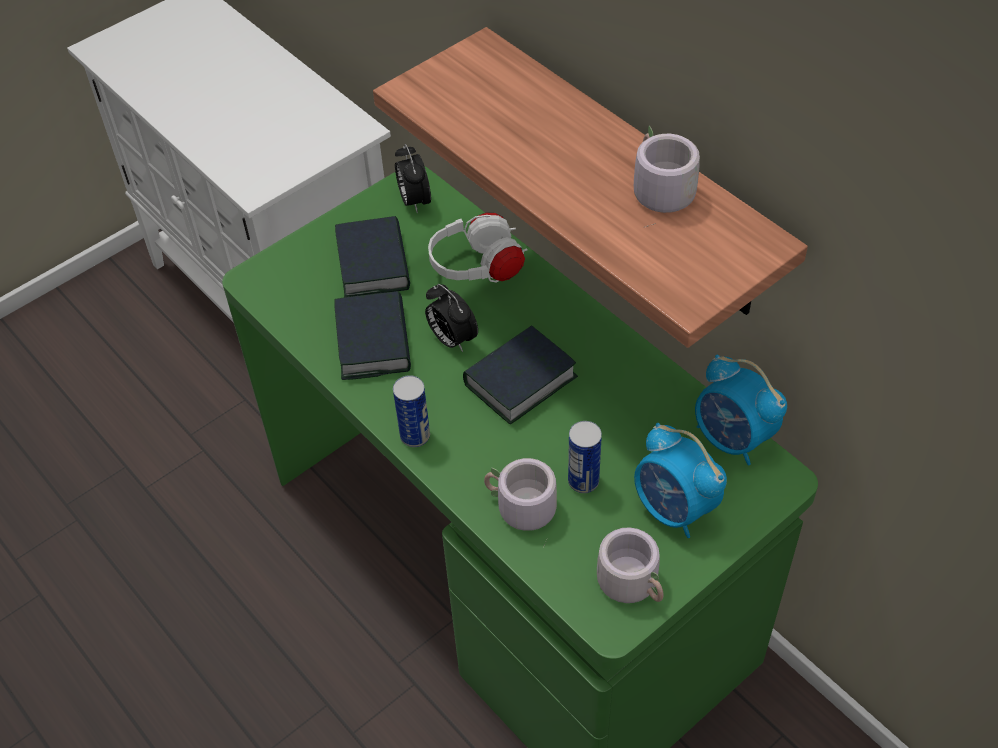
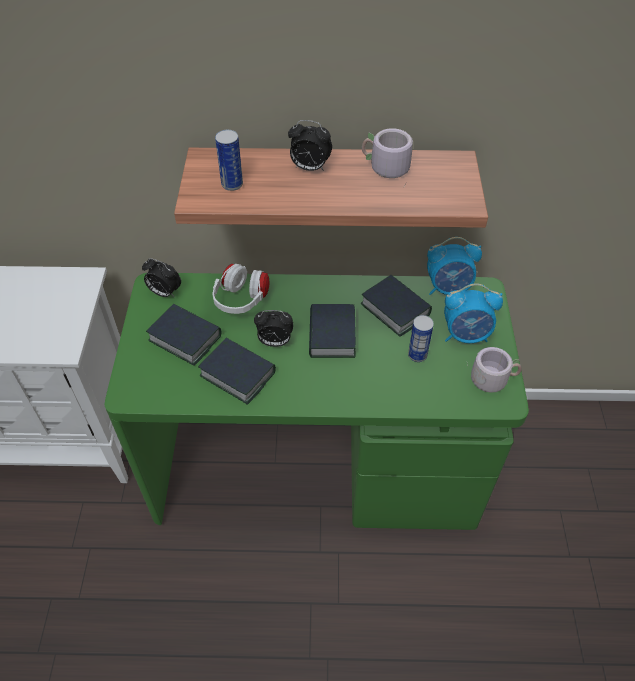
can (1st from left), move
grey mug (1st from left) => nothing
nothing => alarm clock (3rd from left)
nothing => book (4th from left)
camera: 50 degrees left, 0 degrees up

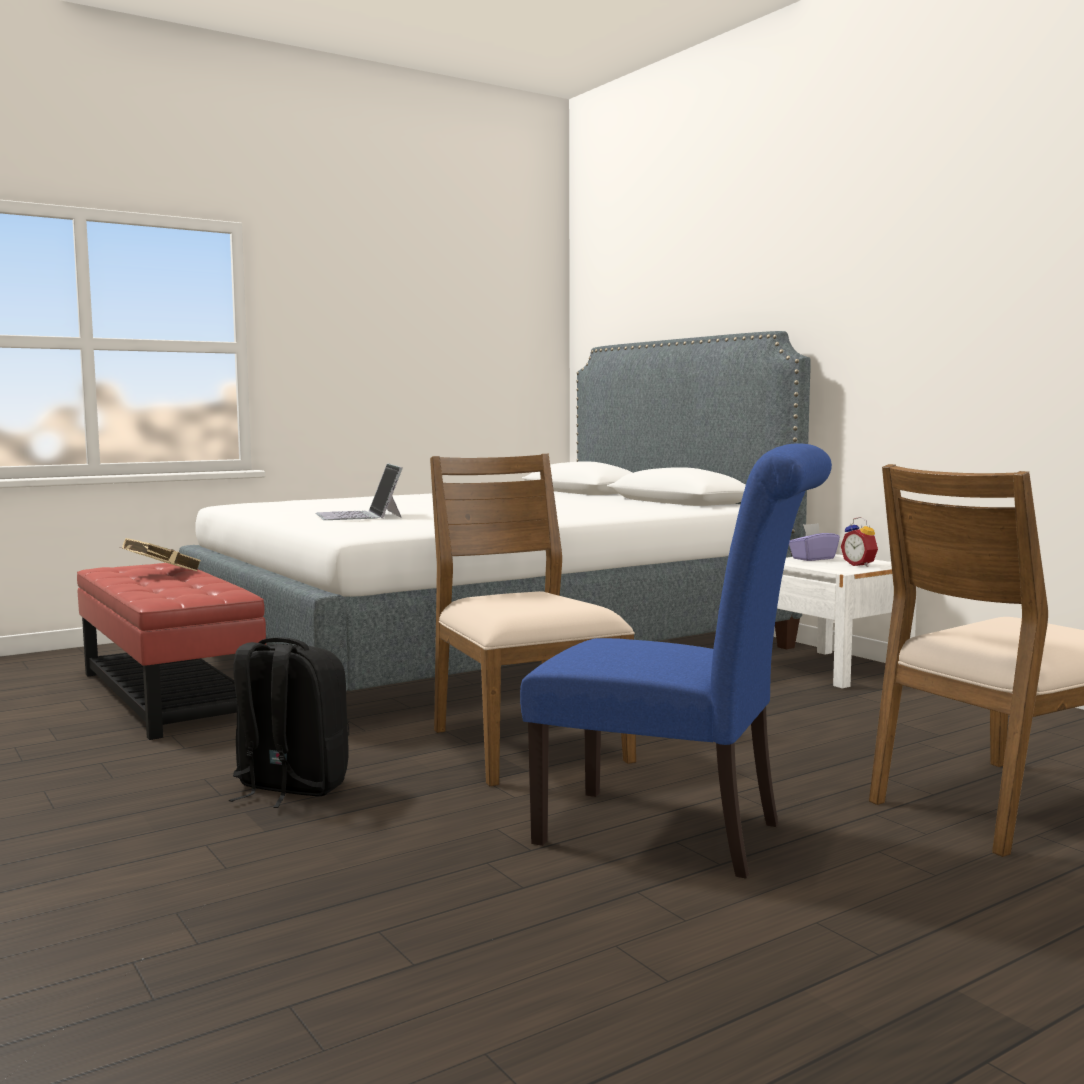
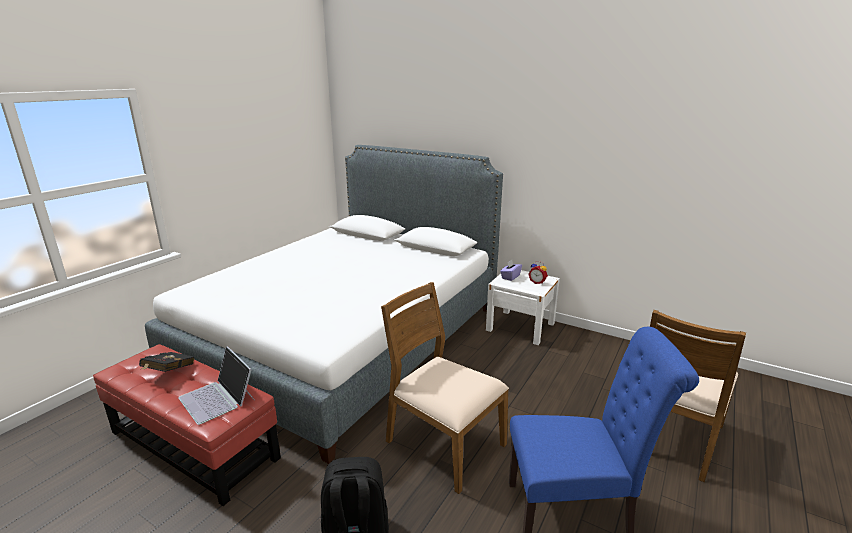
laptop, move
beige book => black book
camera: 25 degrees left, 15 degrees up

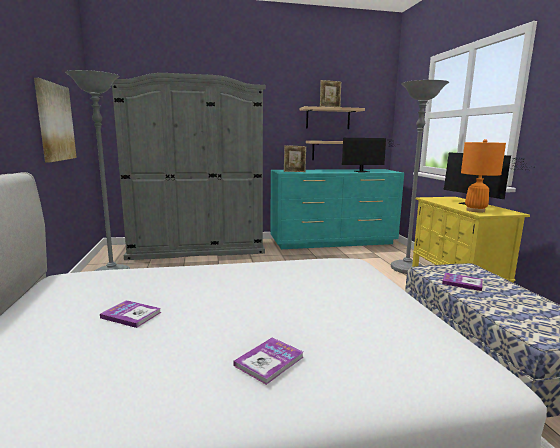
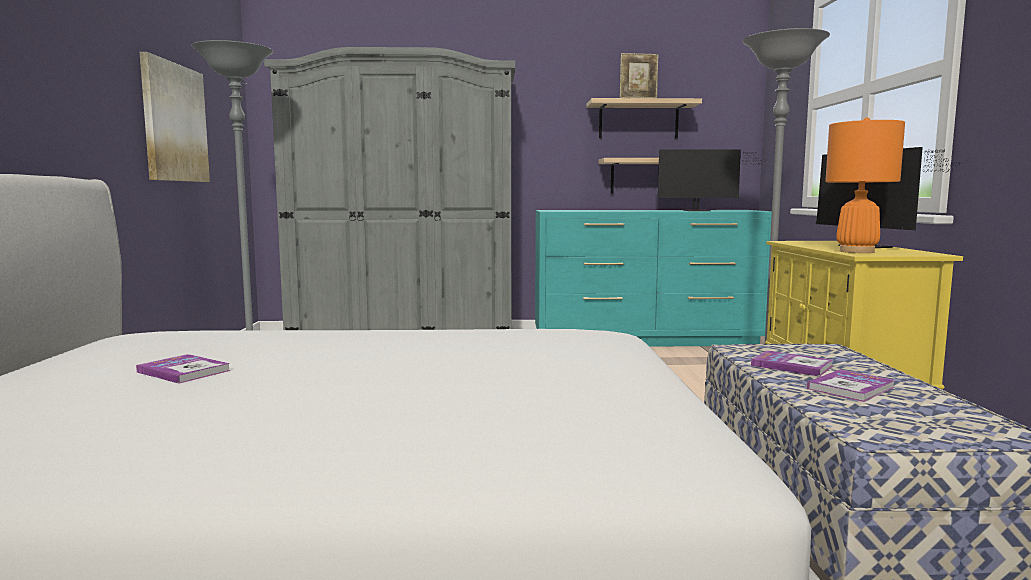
picture frame (1st from left) => nothing
book (2nd from left in the first image) => book (3rd from left), move
camera: 10 degrees right, 5 degrees down

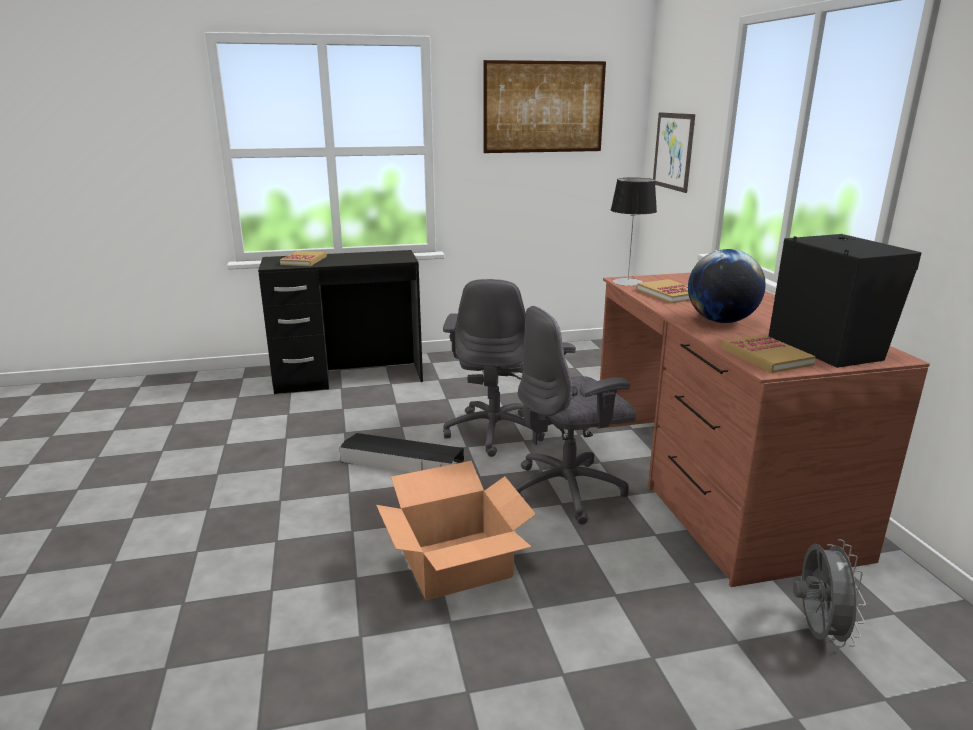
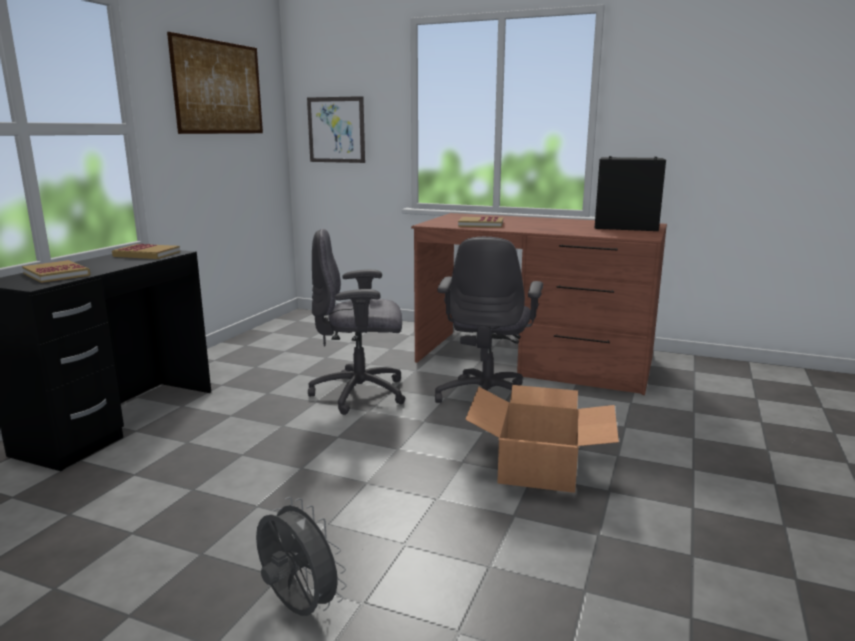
table lamp => nothing
globe => nothing
grey office chair (1st from left), 135 degrees clockwise
book (3rd from left in the first image) => book (2nd from left), move
black storage box => nothing
grey fan, move
camera: 55 degrees left, 5 degrees down

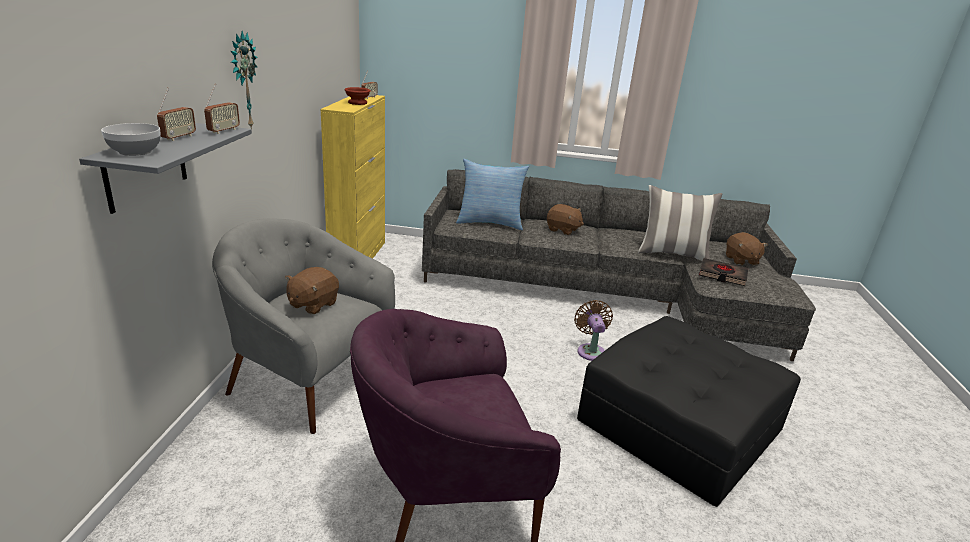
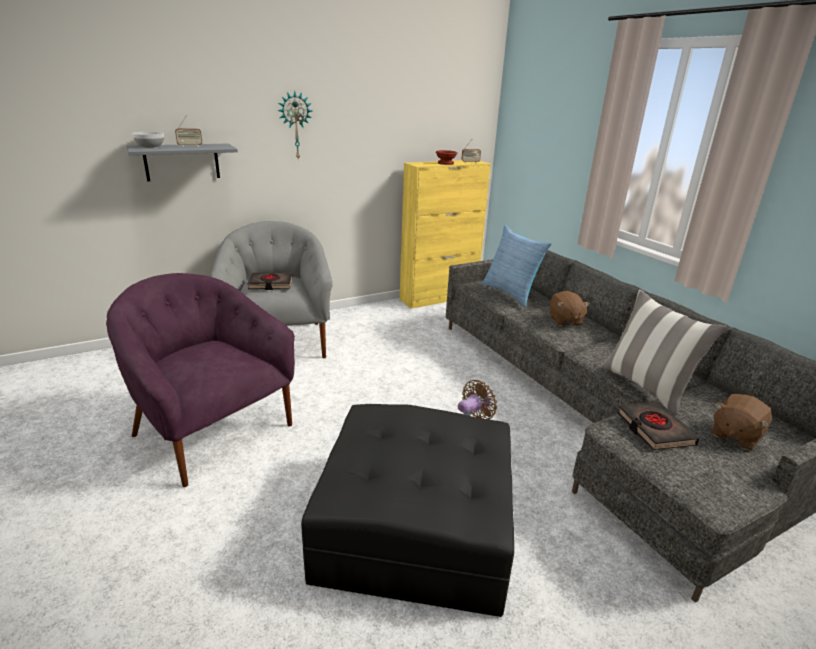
radio (2nd from left) => nothing
brown plush toy (1st from left) => black book (1st from left)
camera: 55 degrees right, 0 degrees up

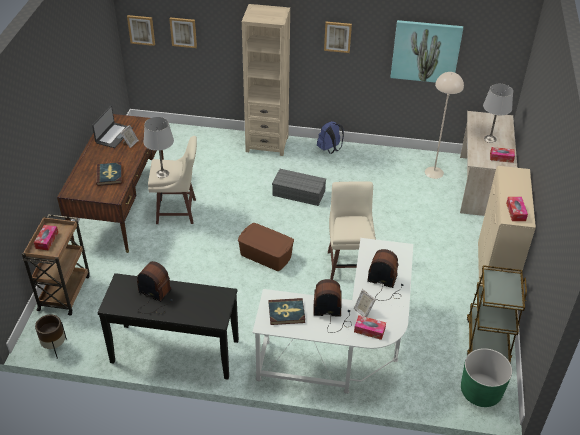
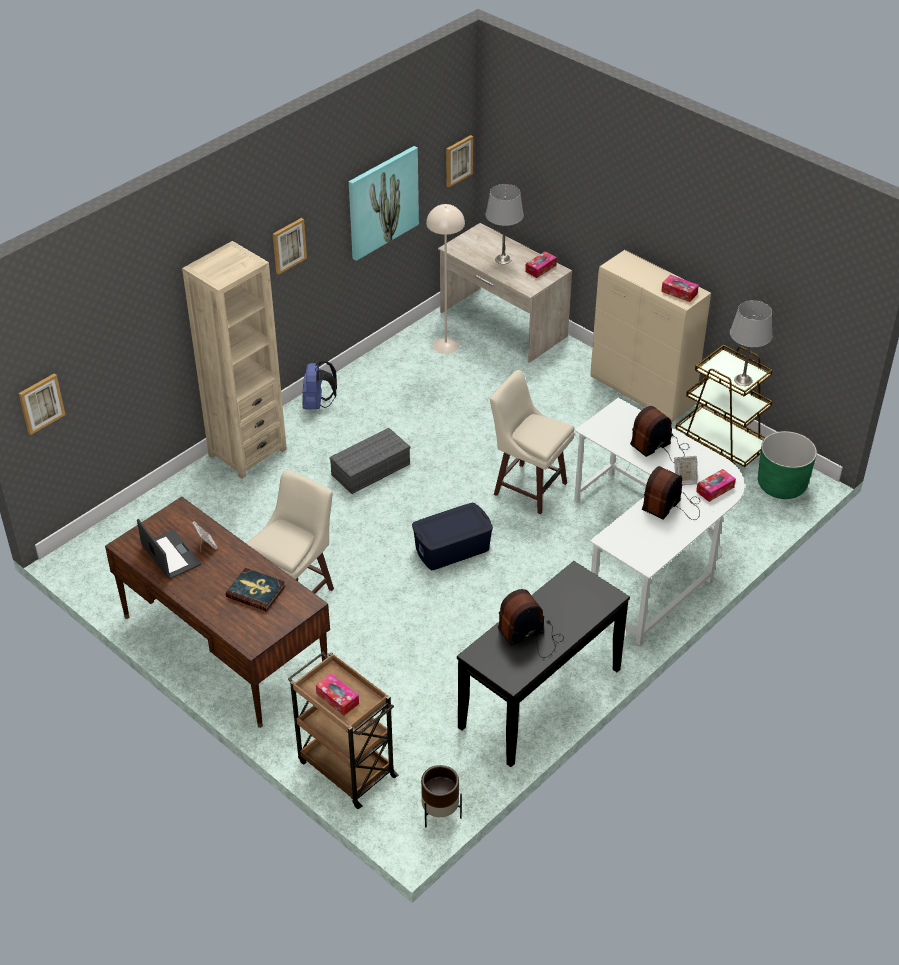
picture (2nd from left in the first image) => picture (4th from left), move
grey table lamp (1st from left in the first image) => grey table lamp (2nd from left), move
brown storage box => blue storage box
book (2nd from left) => nothing
camera: 55 degrees left, 0 degrees up

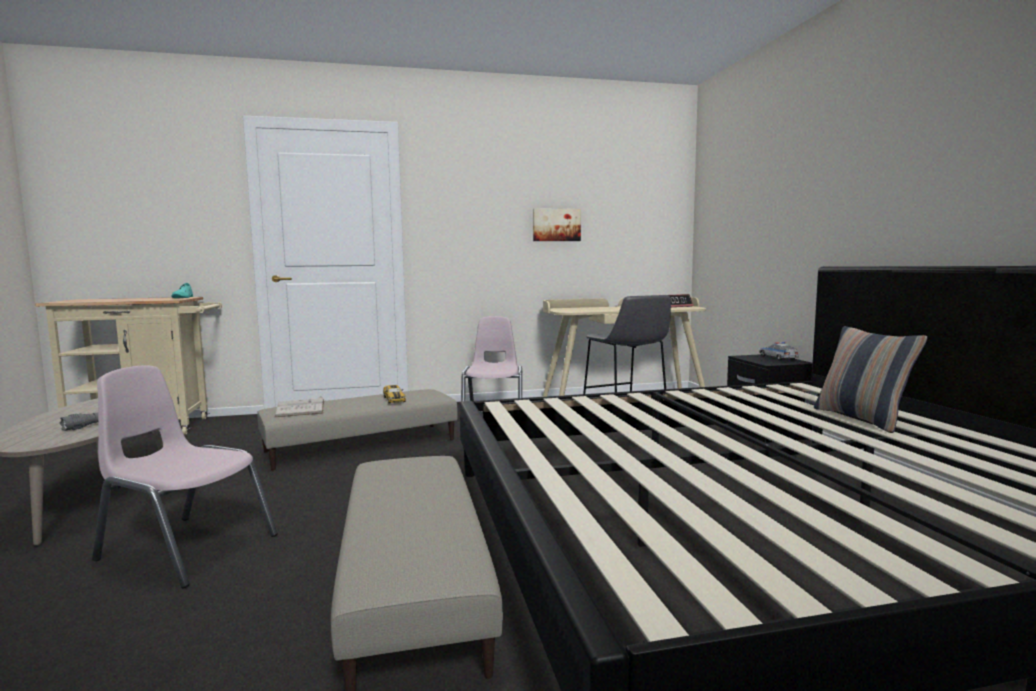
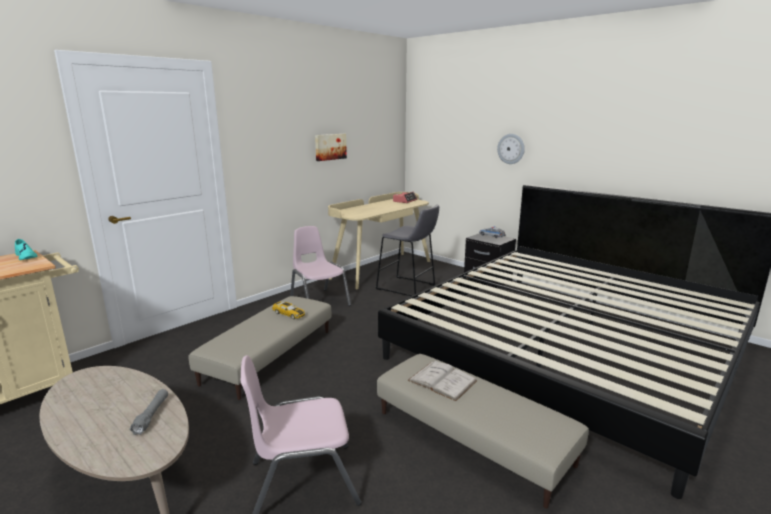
pillow => nothing
white book, move
nothing => wall clock
camera: 35 degrees left, 10 degrees up

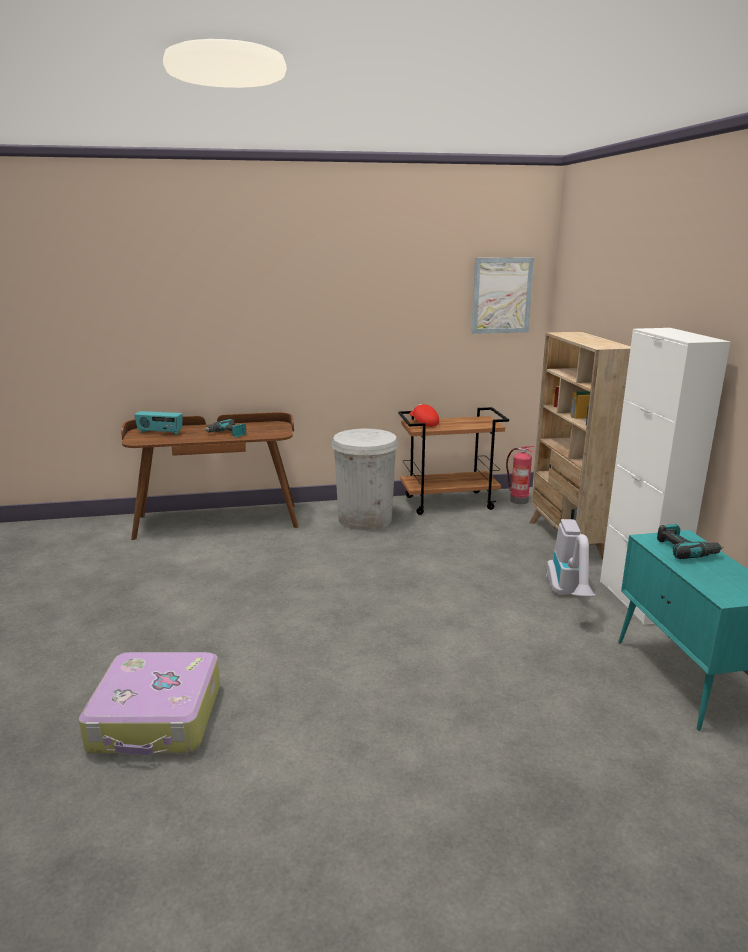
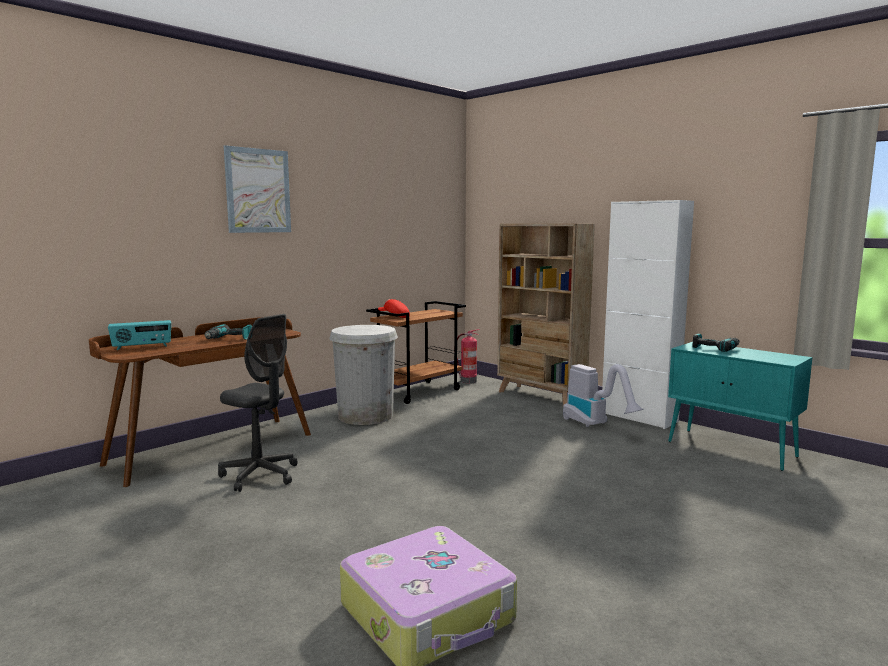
picture, move
nothing => grey office chair
camera: 35 degrees left, 10 degrees down

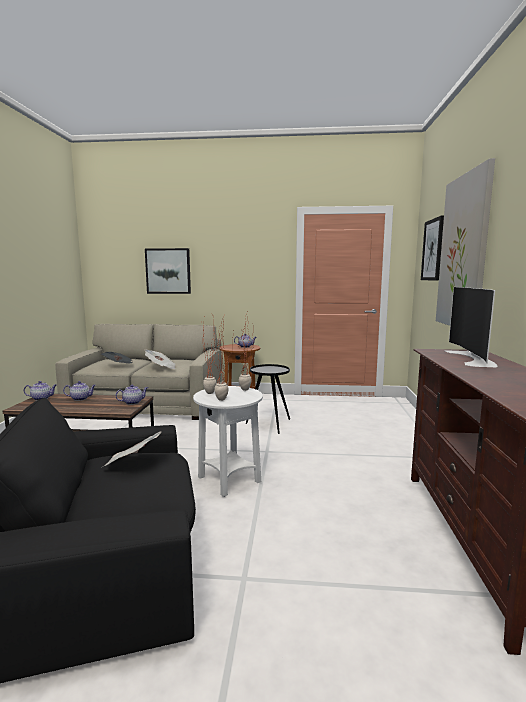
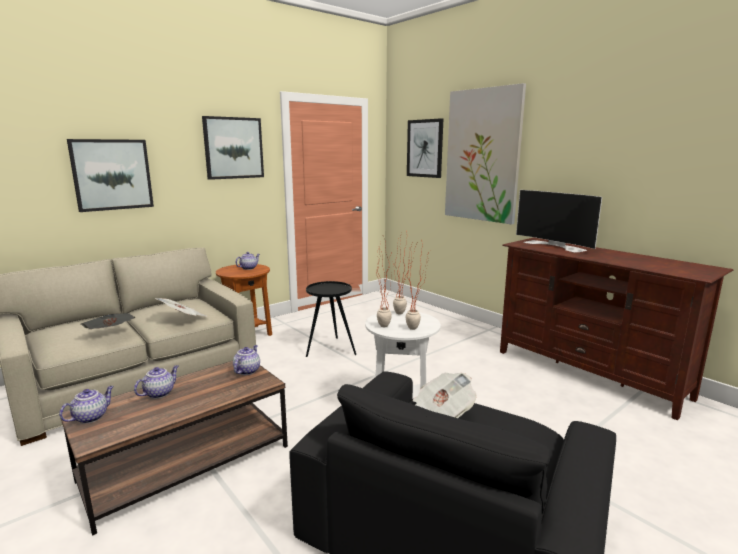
nothing => picture (2nd from left)
camera: 45 degrees left, 5 degrees up

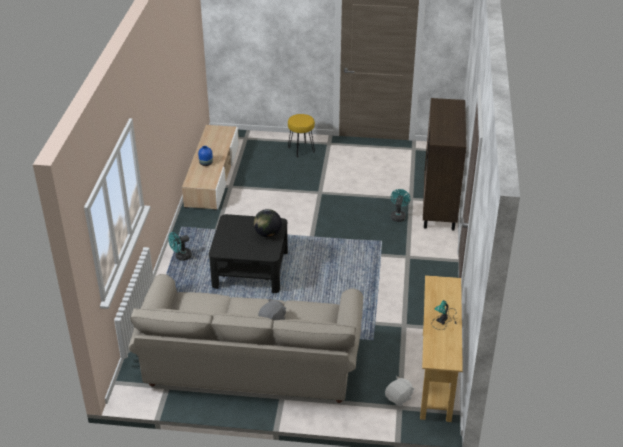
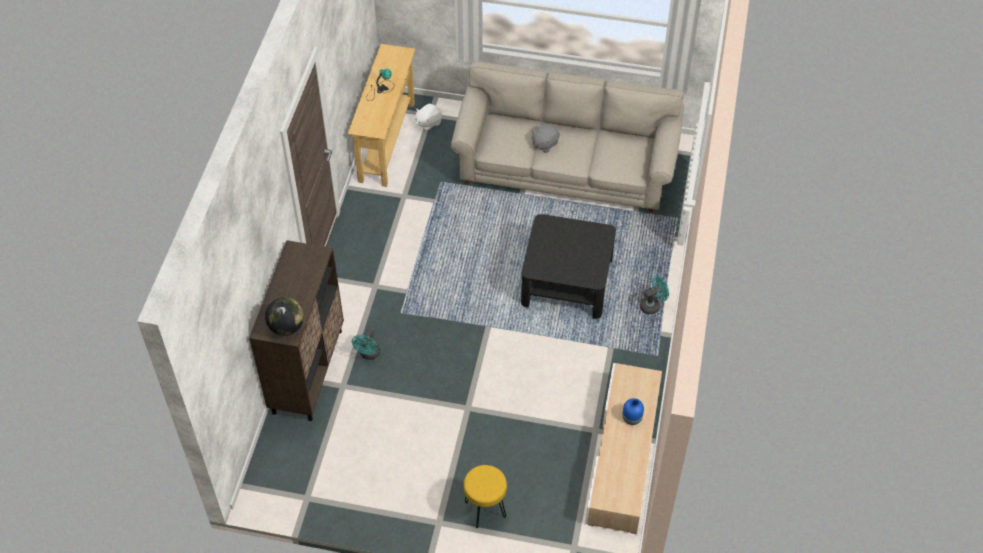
globe, move
camera: 175 degrees left, 15 degrees up

